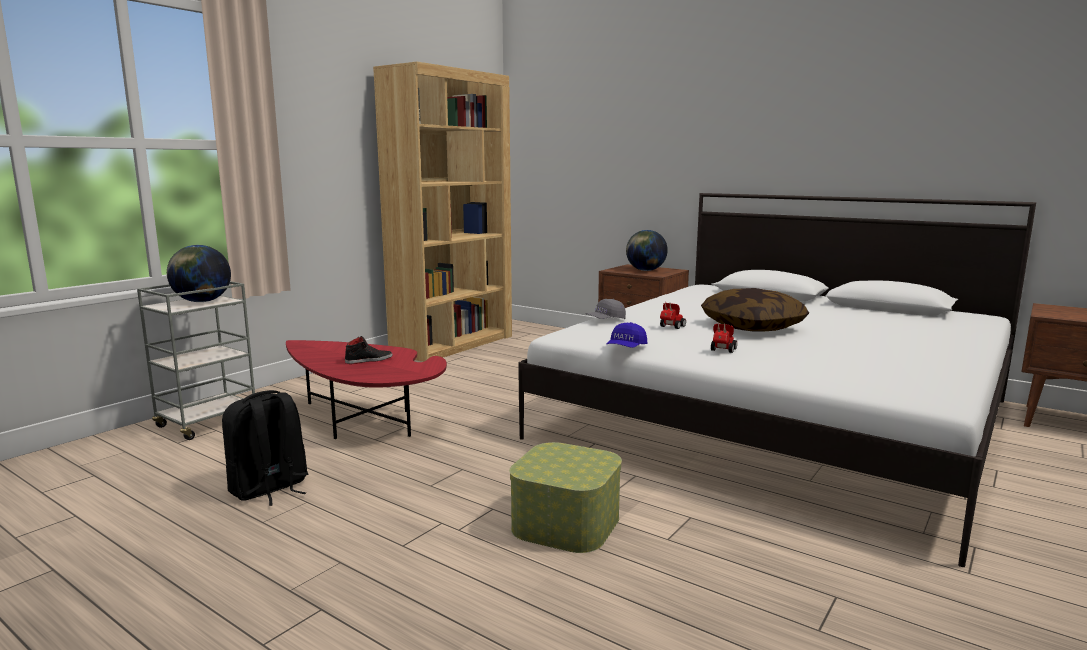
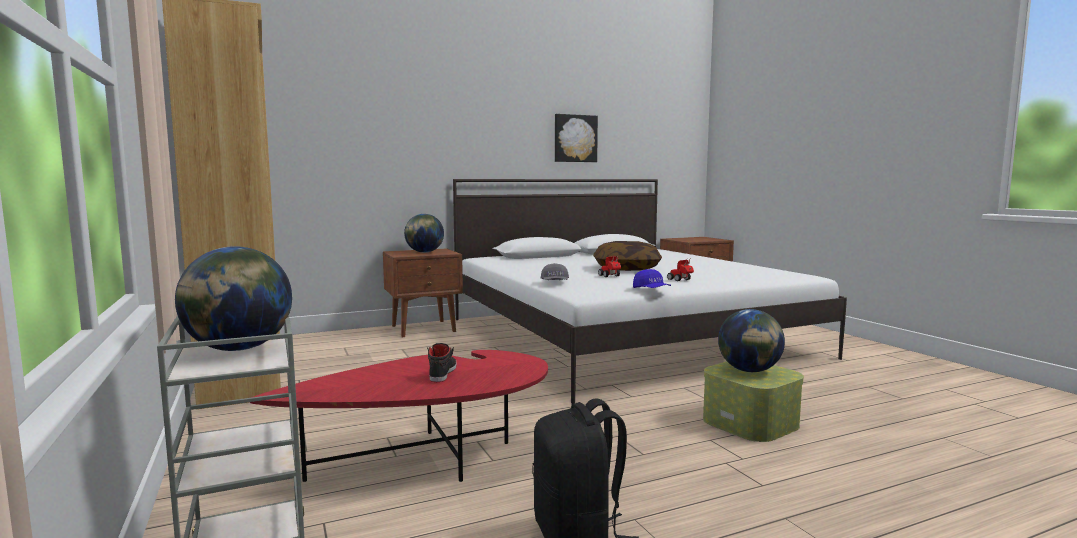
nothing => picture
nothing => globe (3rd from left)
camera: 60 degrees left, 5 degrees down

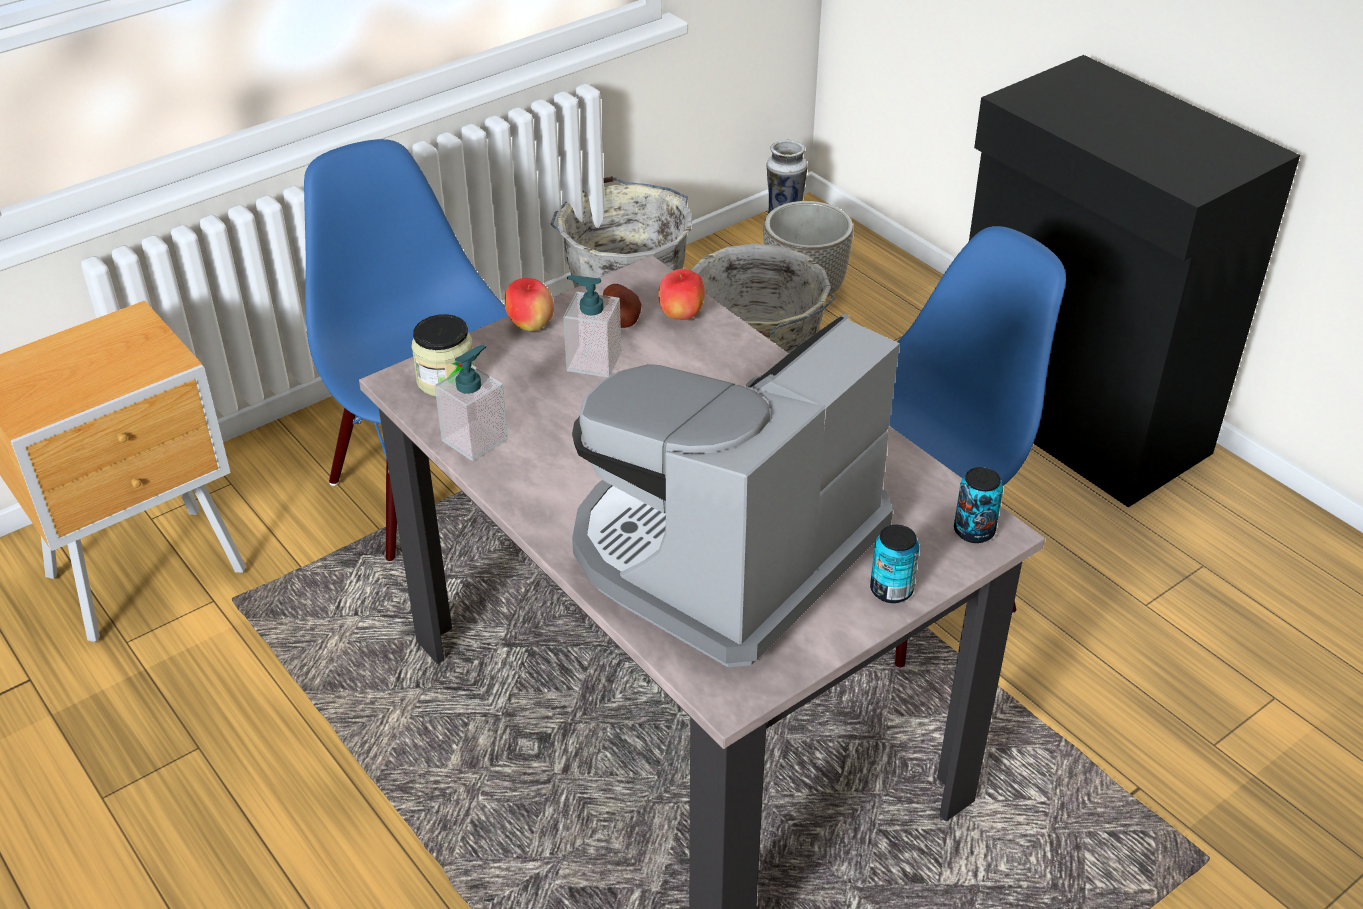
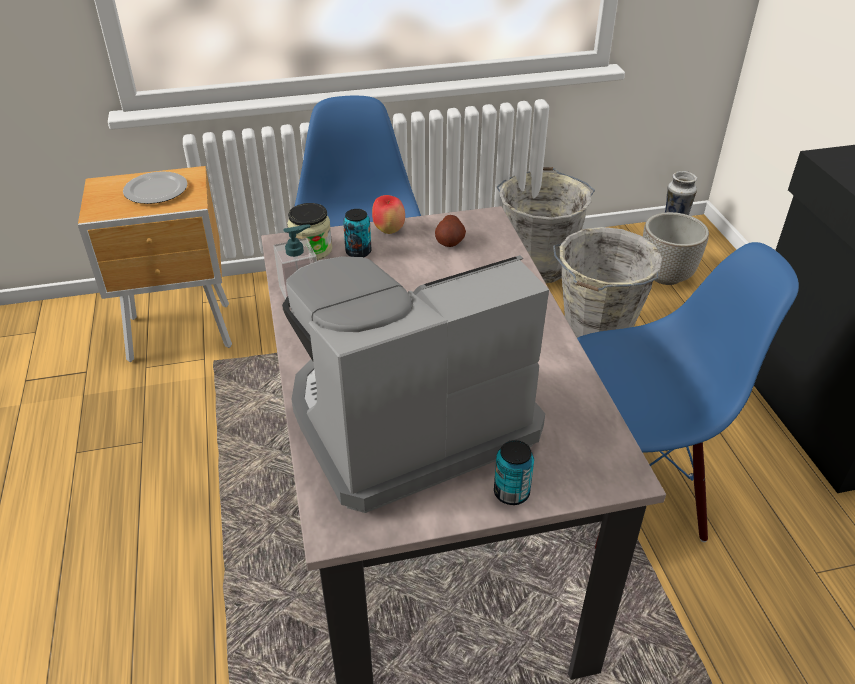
apple (2nd from left) => nothing
soap dispenser (2nd from left) => nothing
can (2nd from left in the first image) => can (1st from left), move
nothing => plate
camera: 25 degrees right, 0 degrees up

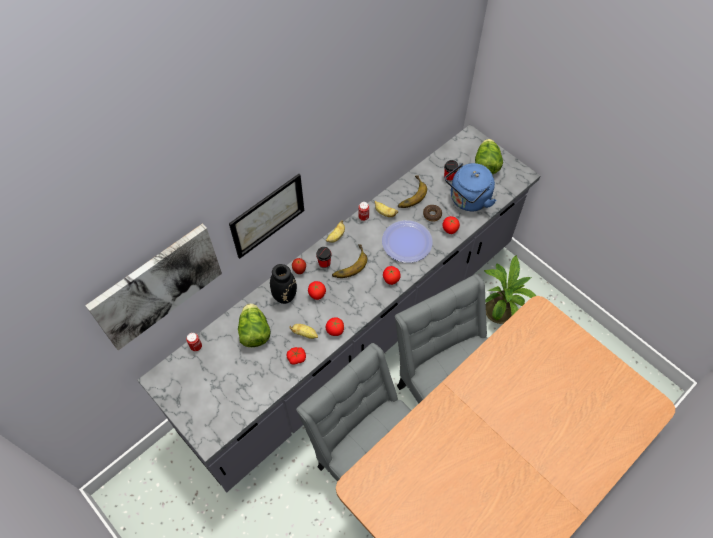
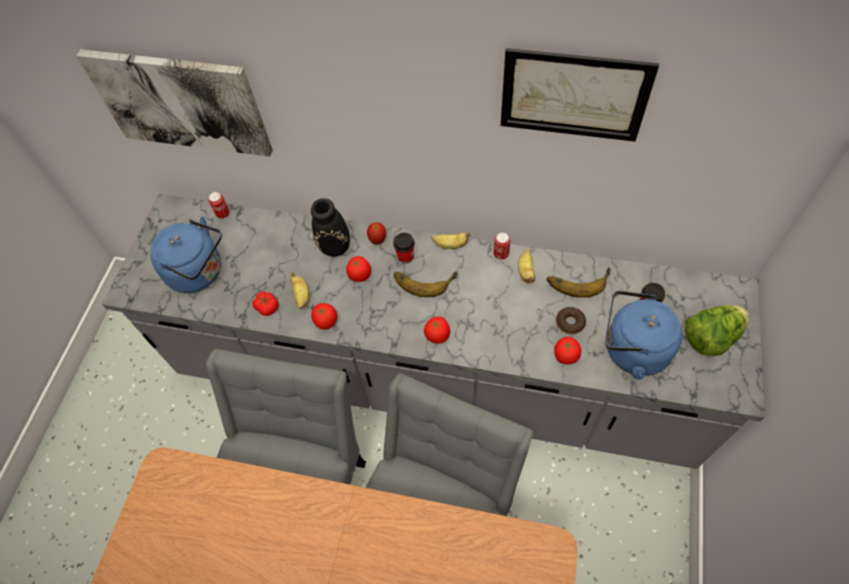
picture (2nd from left), move
plate => nothing
potted plant => nothing
lettuce (1st from left) => nothing
nothing => blue kettle (1st from left)
camera: 60 degrees right, 0 degrees up

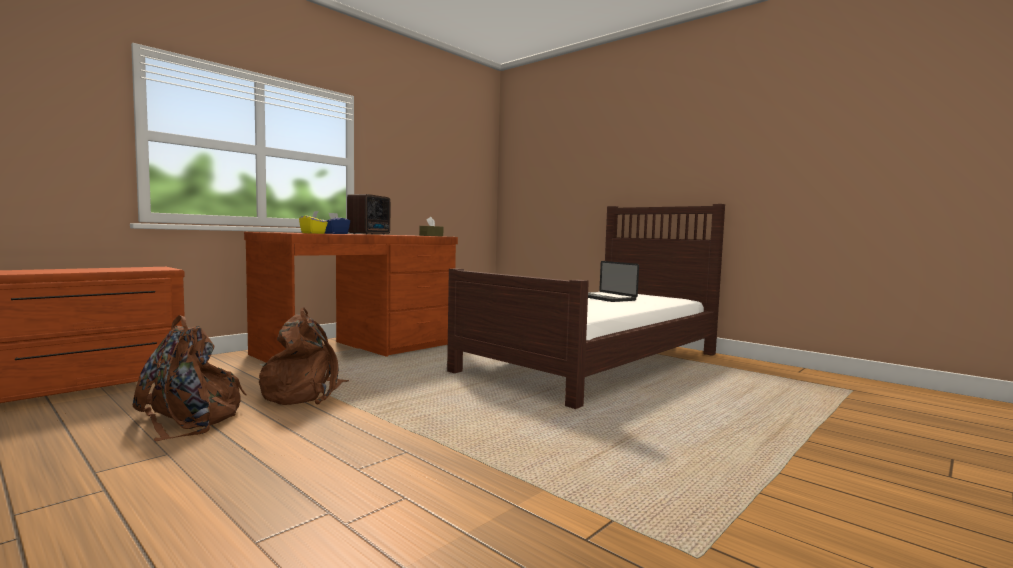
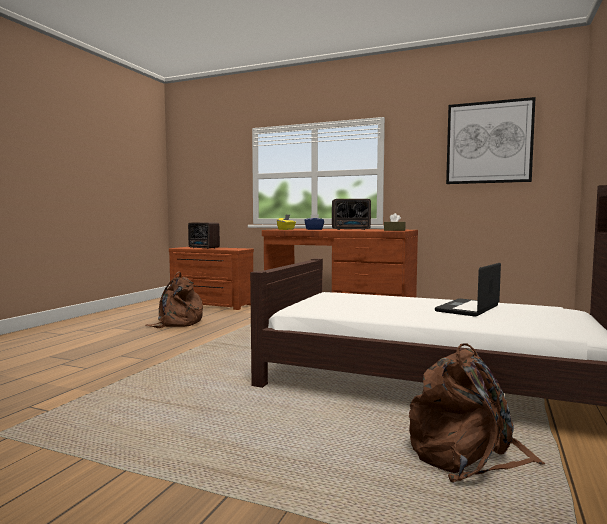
brown backpack (2nd from left), move
nothing => picture
nothing => radio (1st from left)
camera: 70 degrees right, 0 degrees up

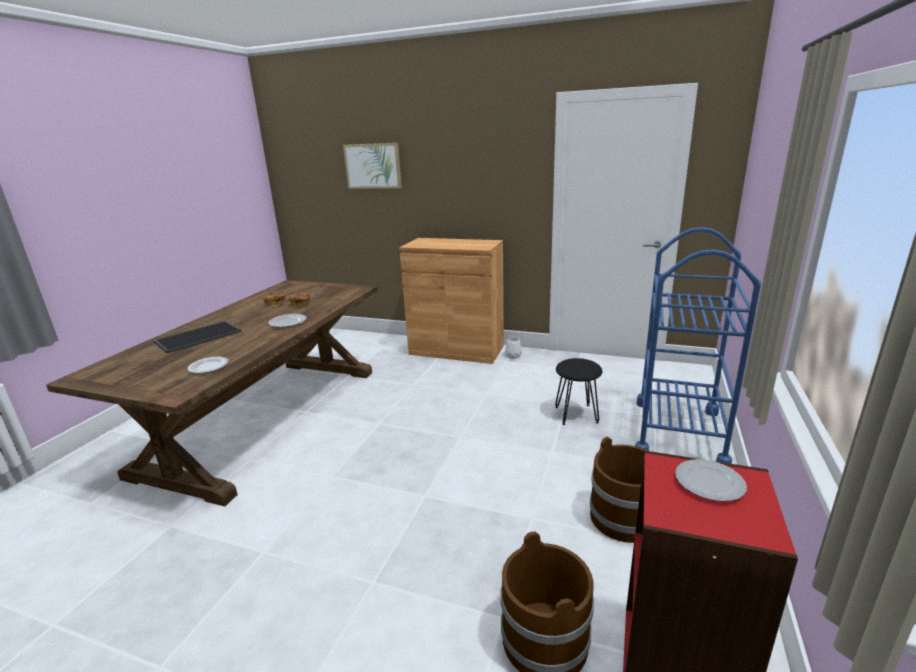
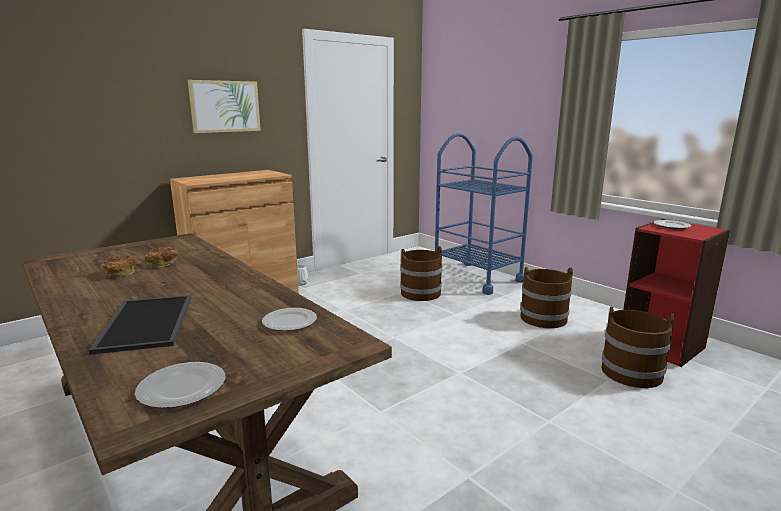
picture, move
plate (2nd from left in the first image) => plate (1st from left), move
black stool => brown bucket (1st from left)
camera: 60 degrees left, 5 degrees down

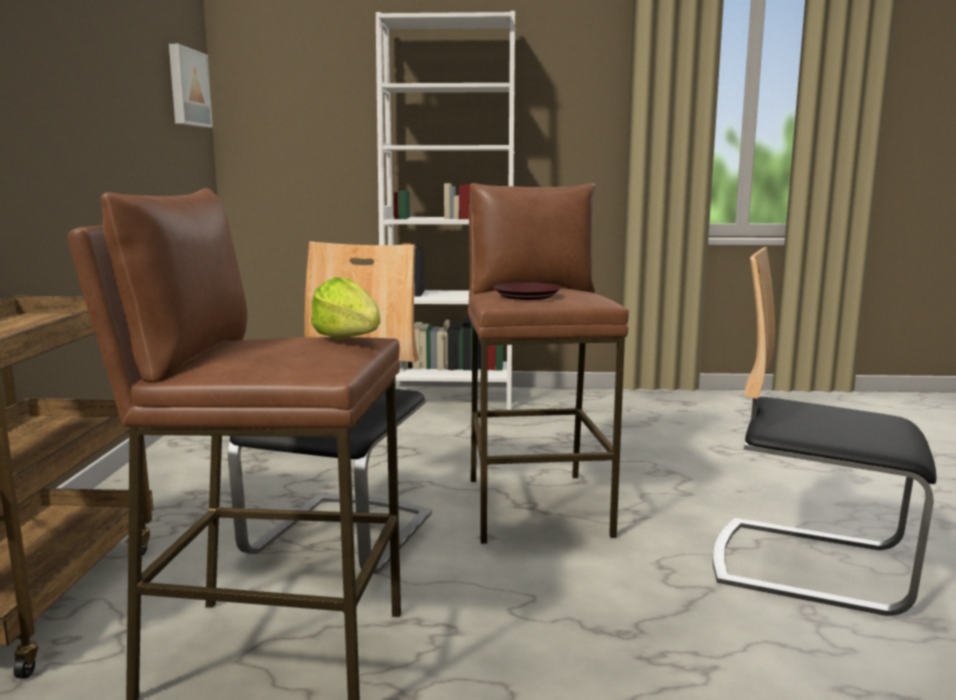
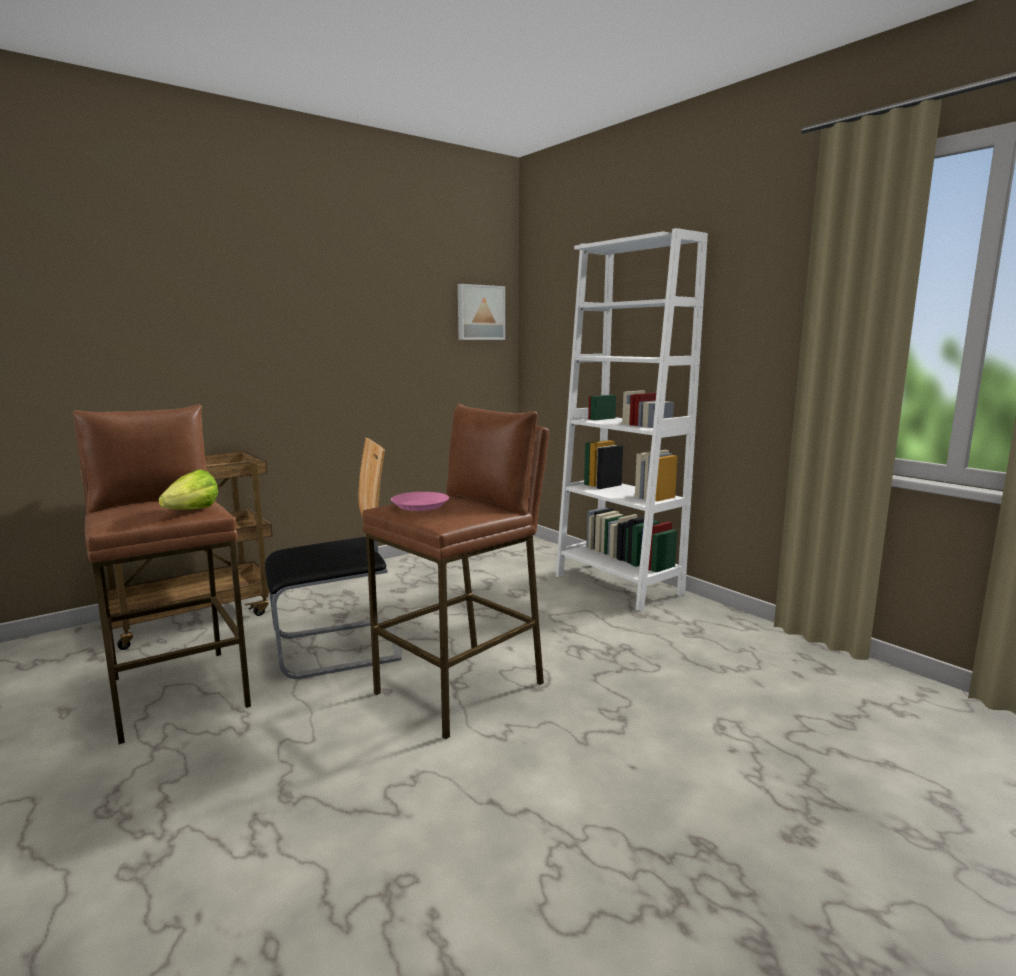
chair (2nd from left) => nothing
brown plate => pink plate
camera: 50 degrees right, 0 degrees up

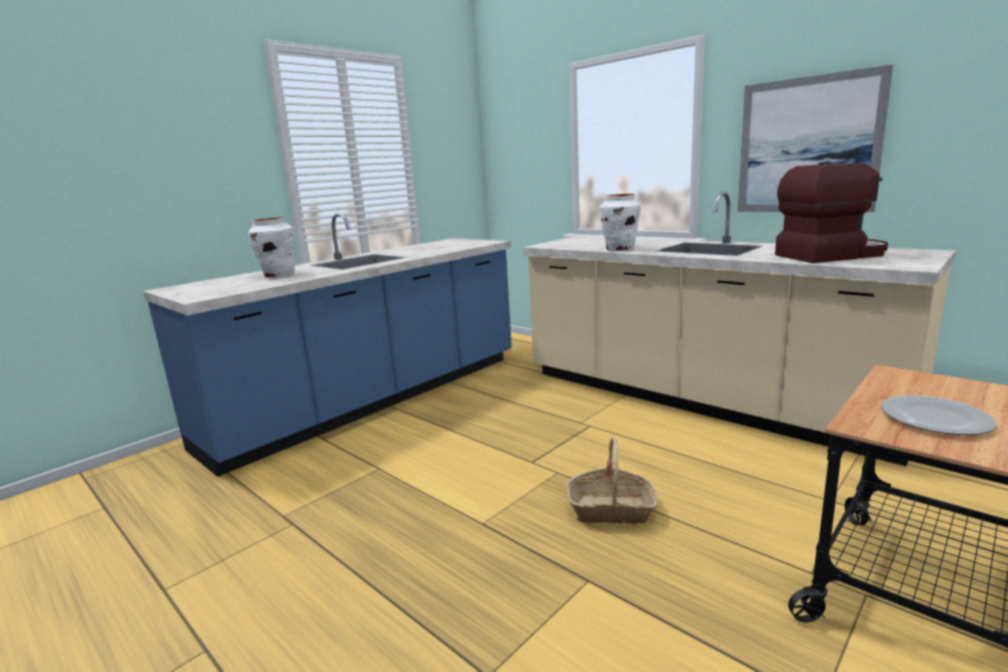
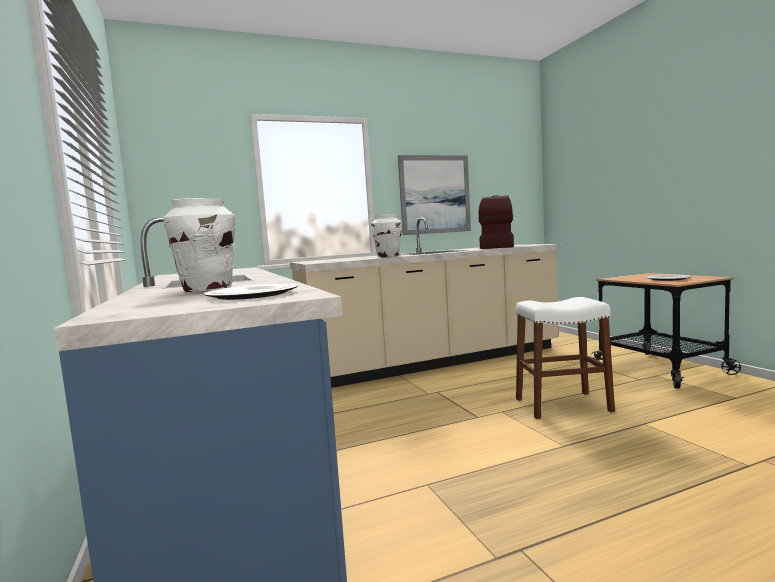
basket => white stool
nothing => plate (1st from left)
camera: 65 degrees left, 10 degrees down

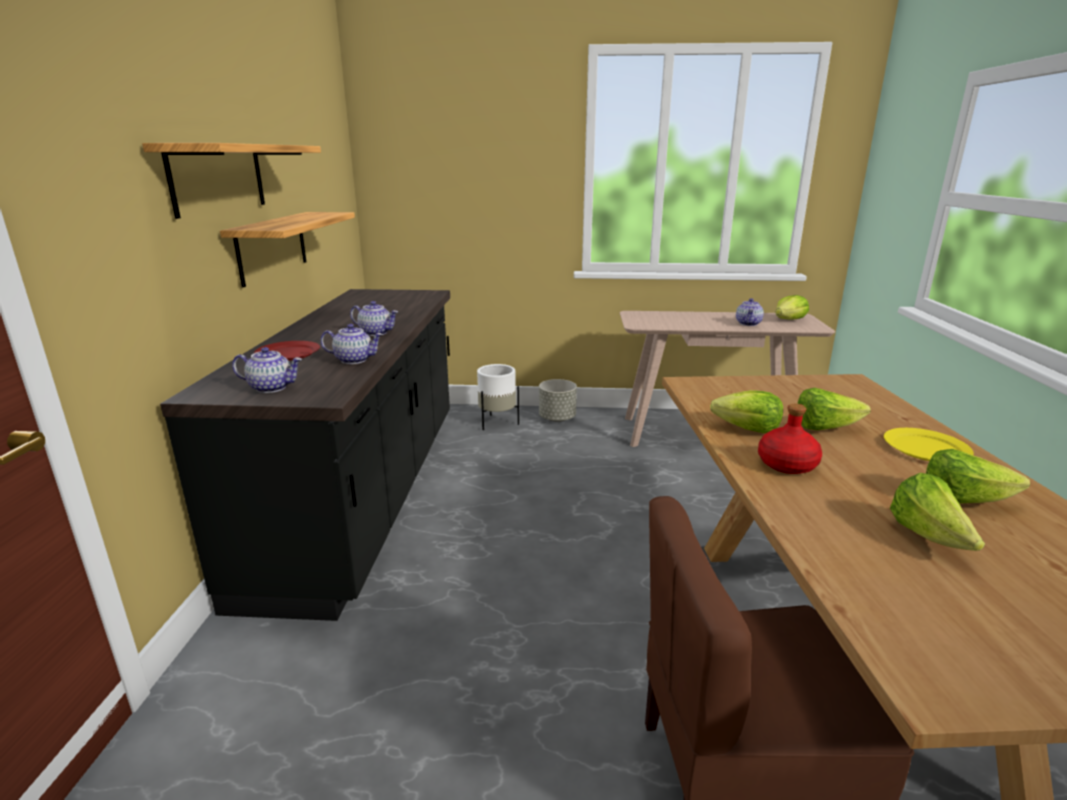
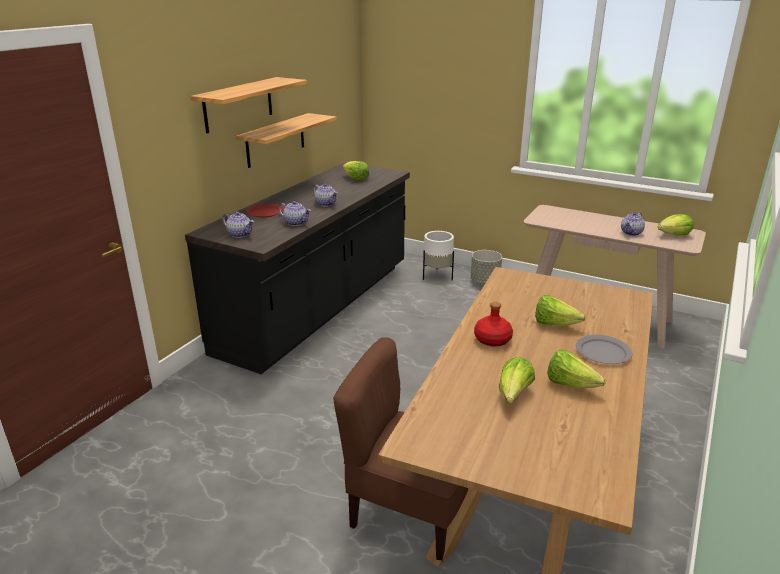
lettuce (1st from left), move
yellow plate => grey plate
camera: 25 degrees right, 5 degrees up

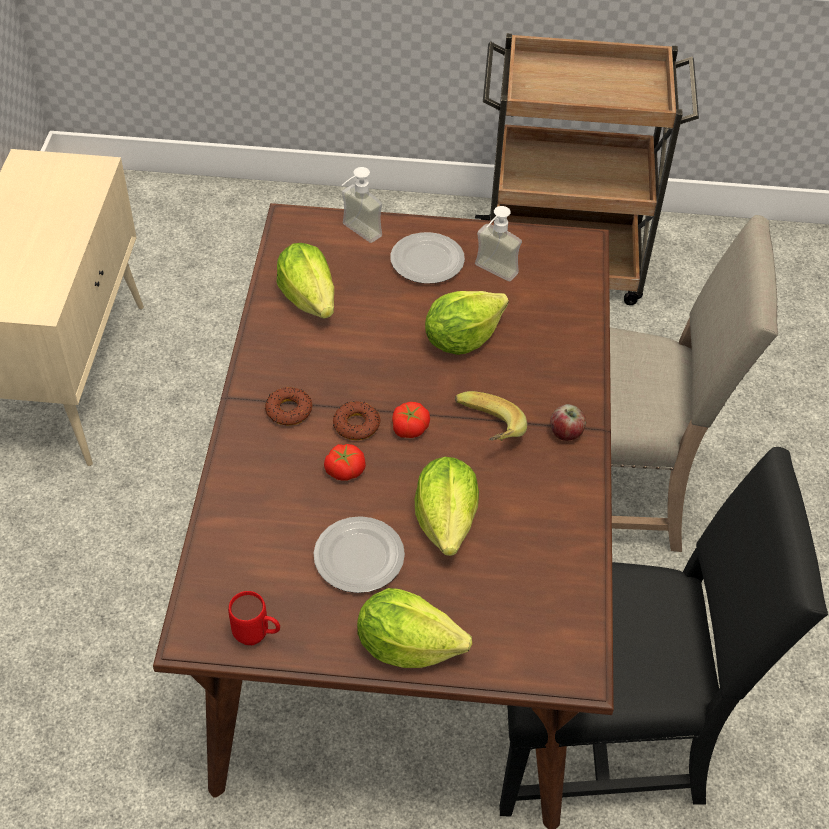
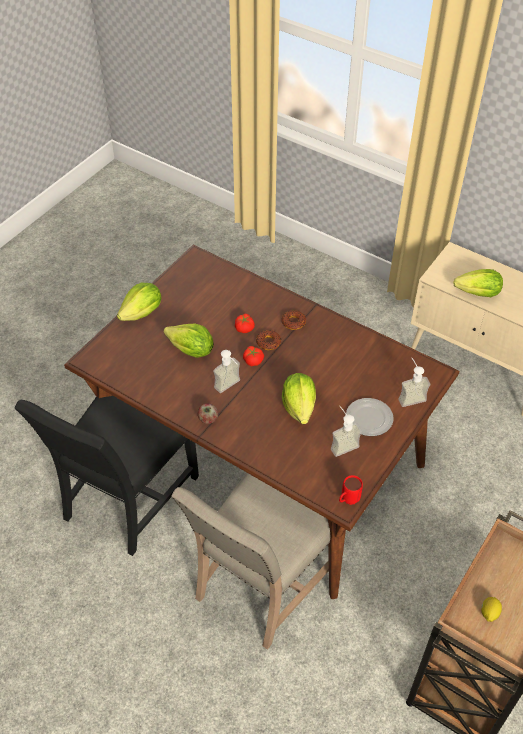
lettuce (1st from left in the first image) => lettuce (4th from left), move
banana => soap dispenser (1st from left)
plate (1st from left) => nothing
red mug, move
nothing => lemon
camera: 120 degrees right, 0 degrees up

